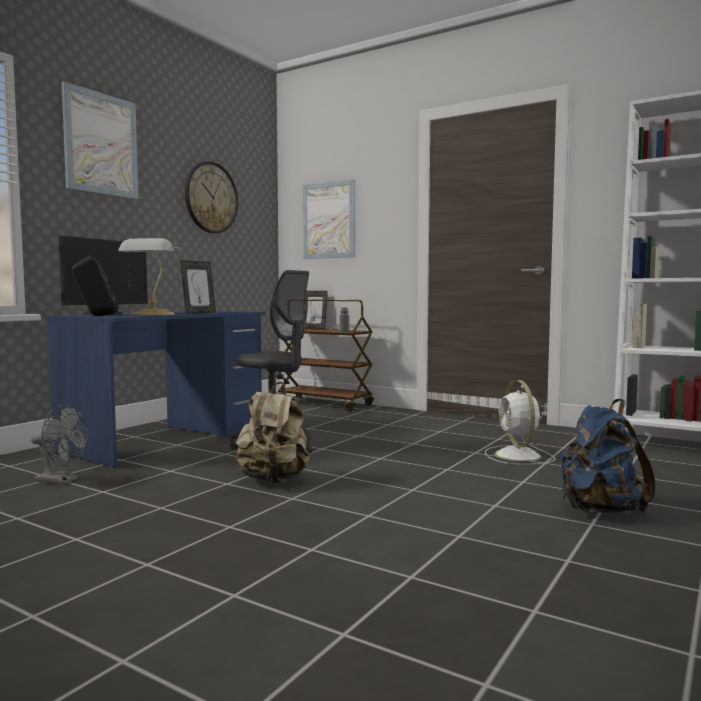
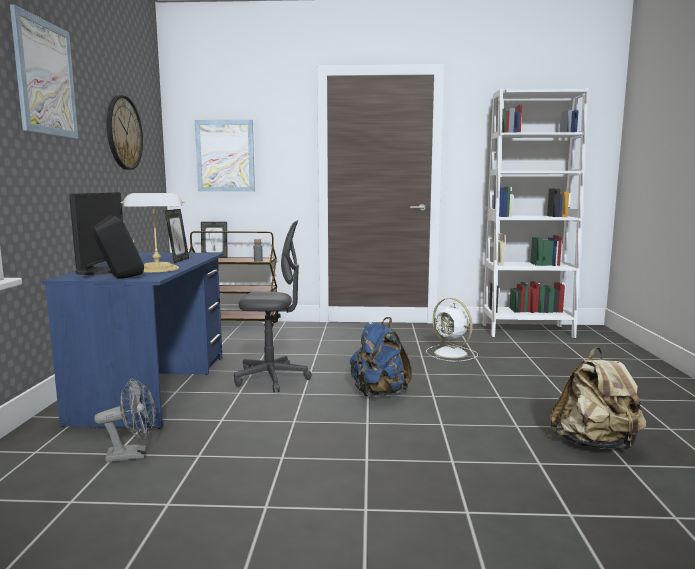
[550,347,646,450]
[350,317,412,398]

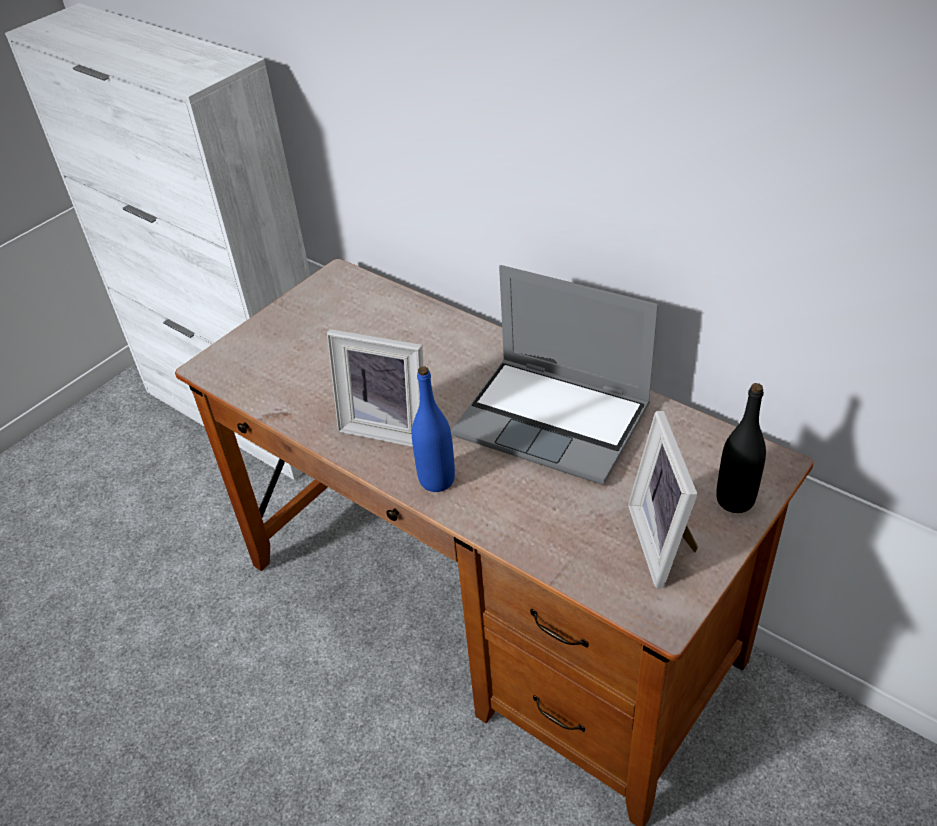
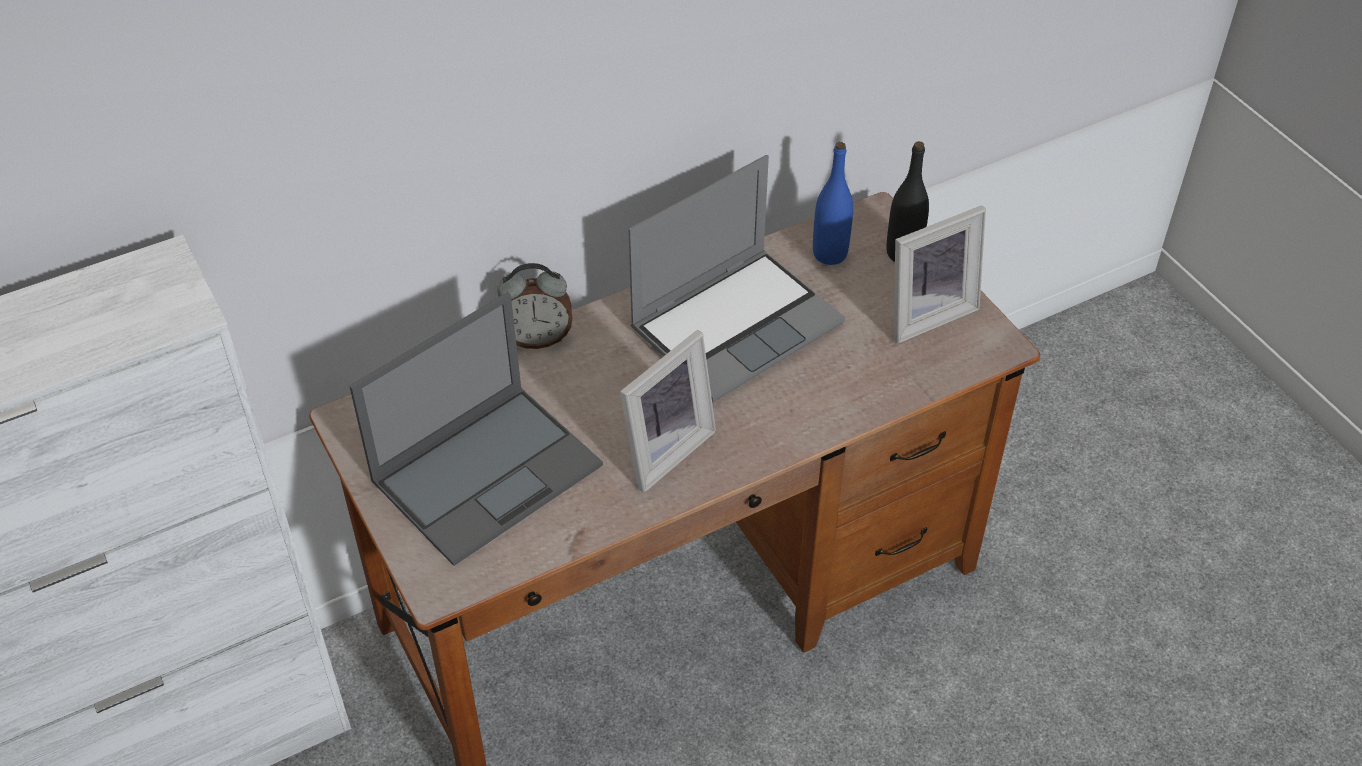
[813,142,853,265]
[893,205,986,343]
[349,292,603,566]
[497,263,573,349]

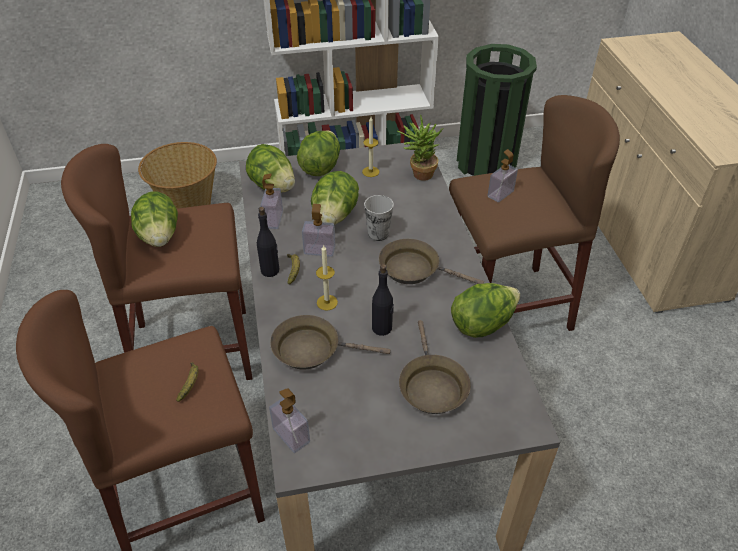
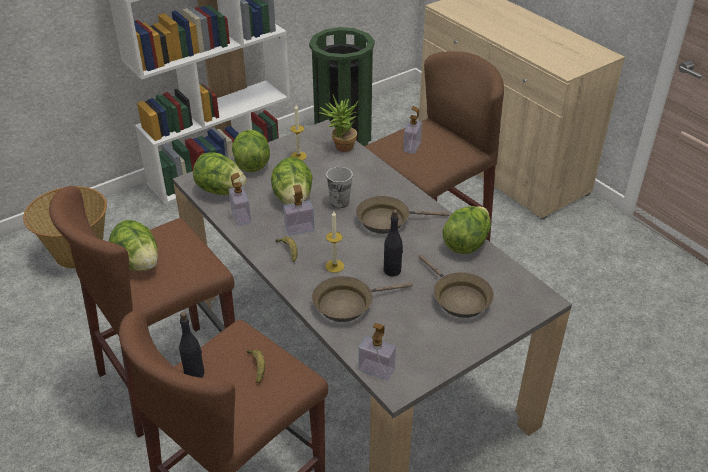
[179,312,205,378]

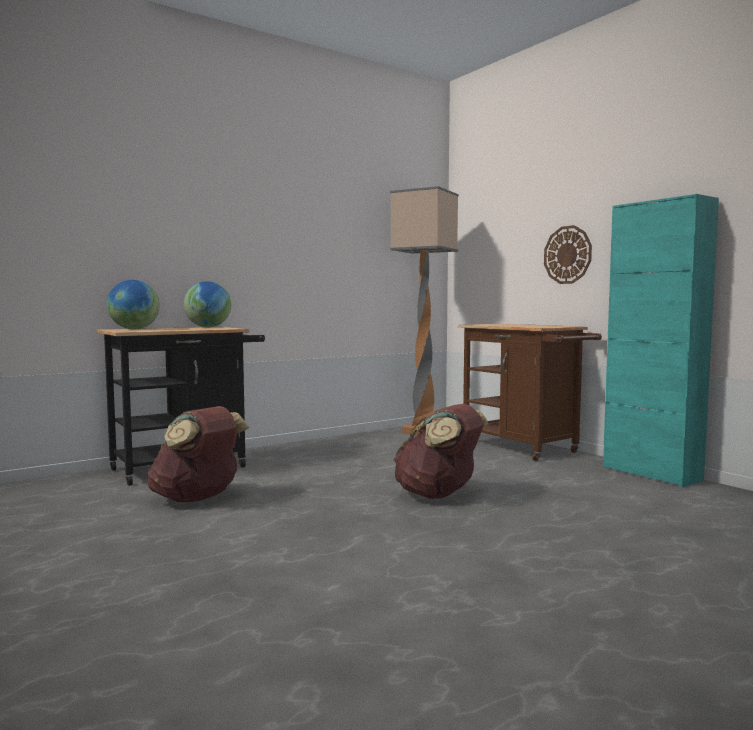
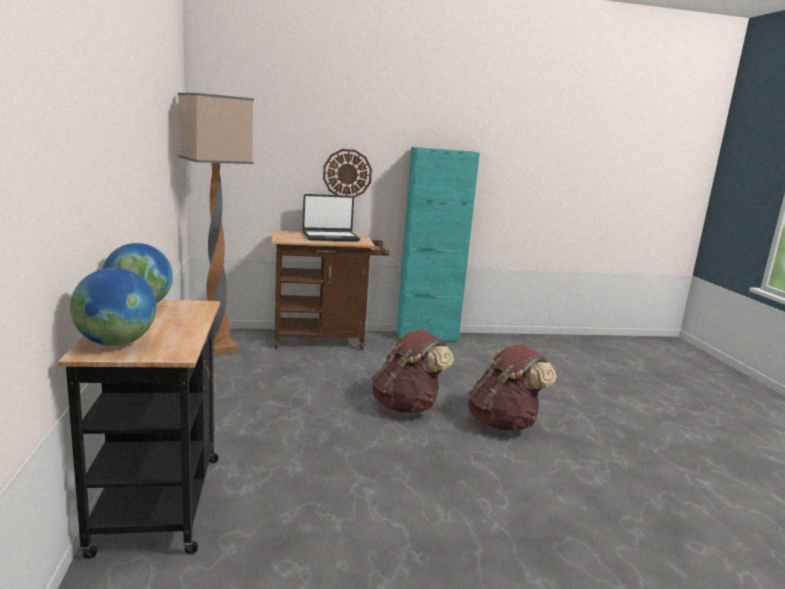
[468,344,557,430]
[302,194,360,241]

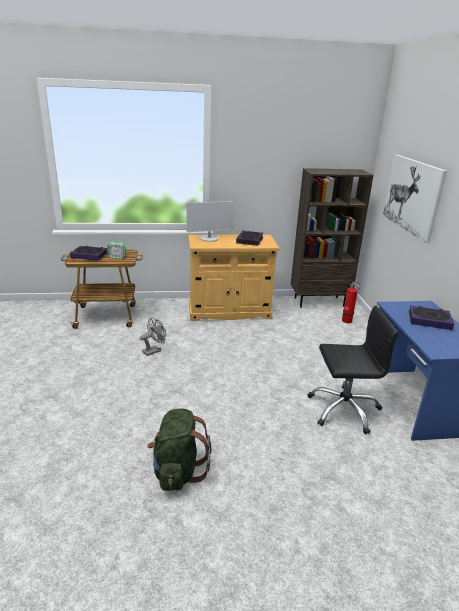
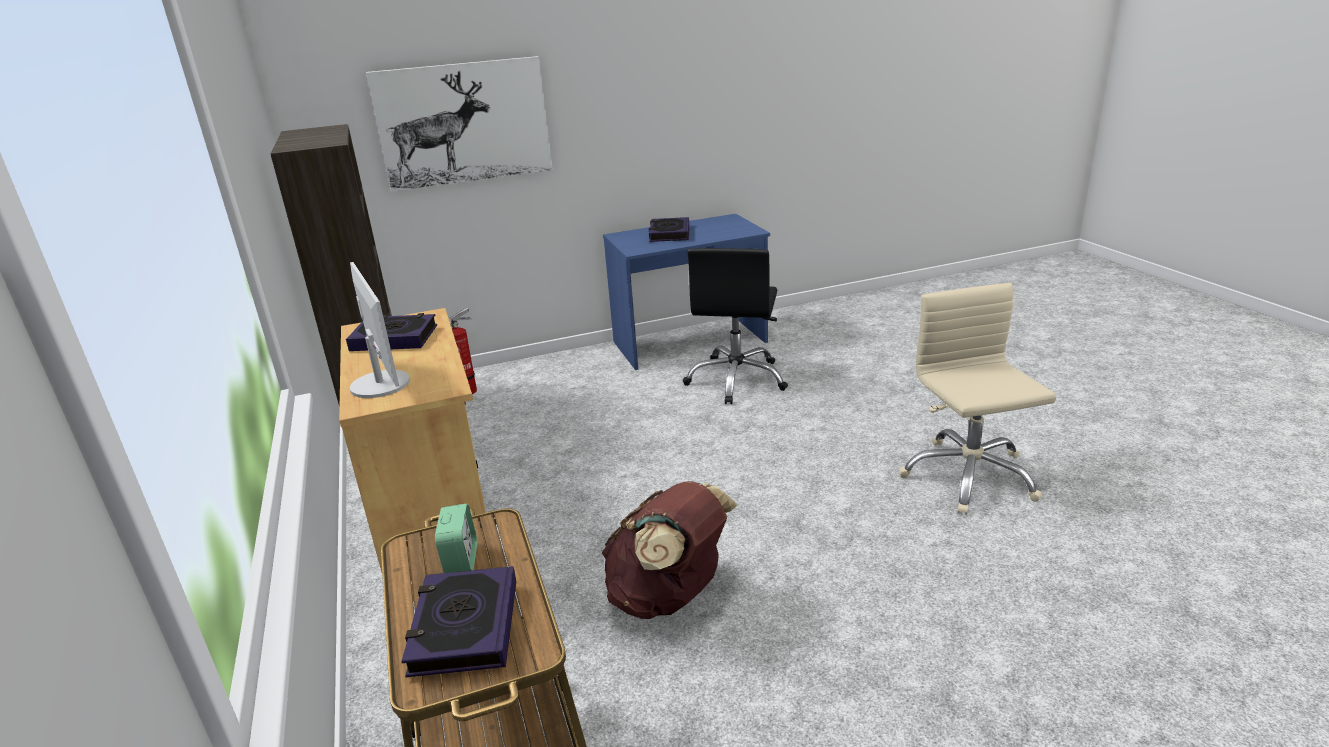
[602,481,737,619]
[899,283,1057,515]
[683,248,788,404]

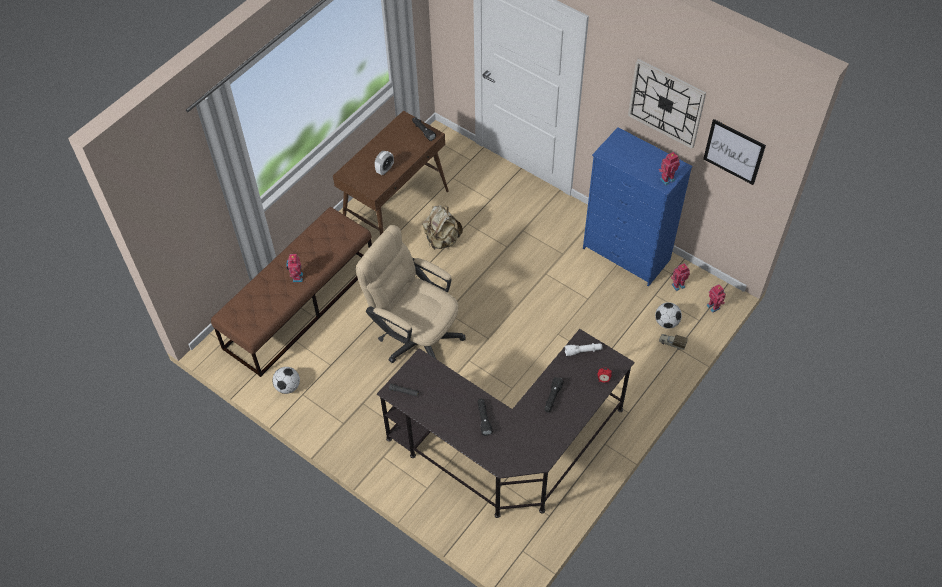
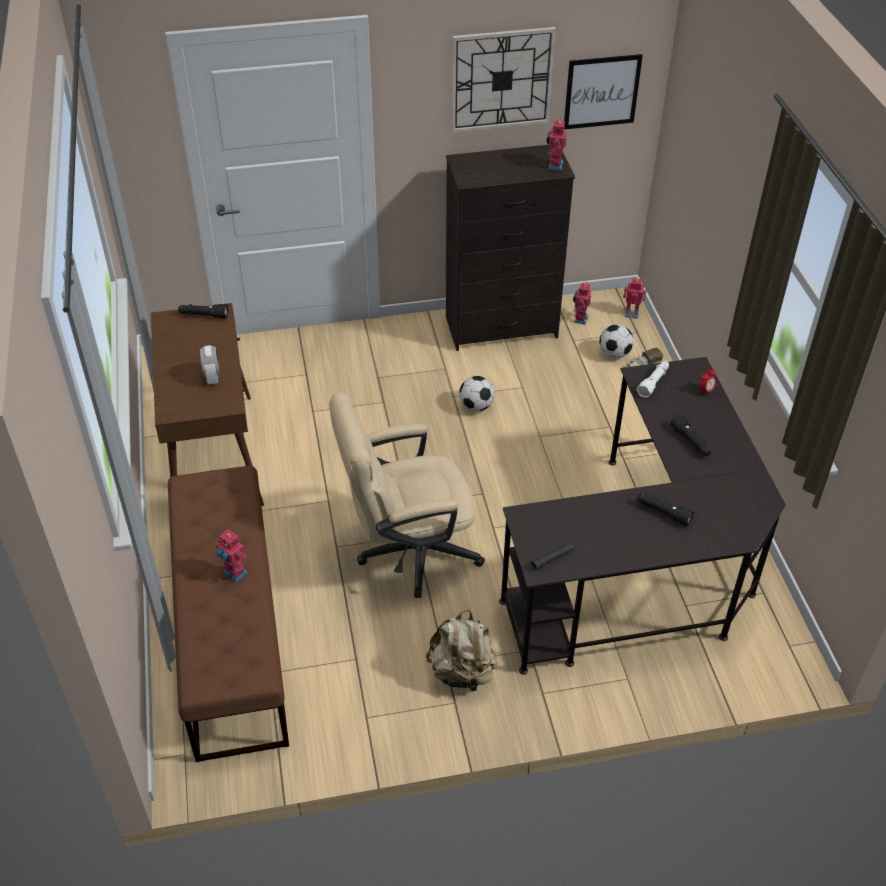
[459,376,495,411]
[426,610,497,694]
[446,145,575,351]

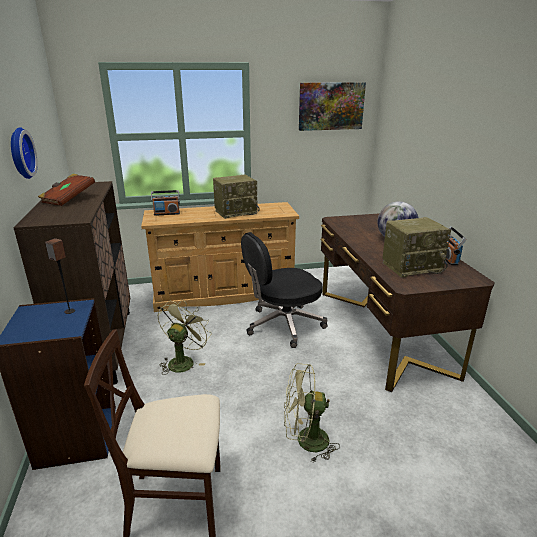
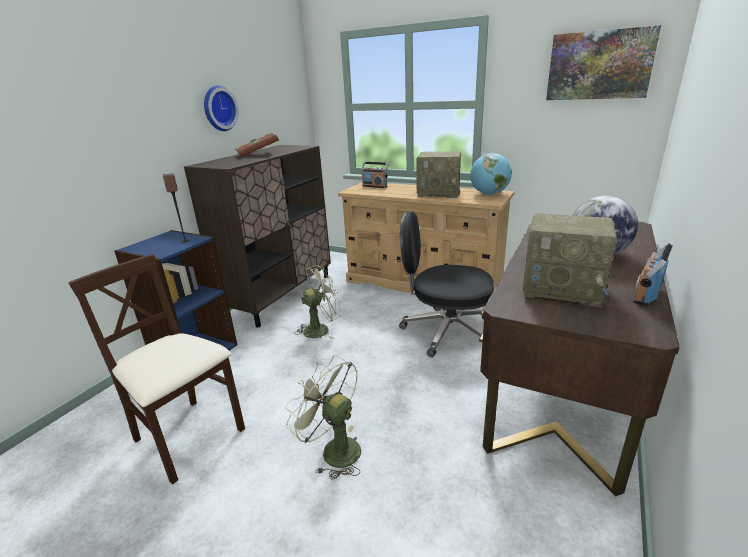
[470,153,512,195]

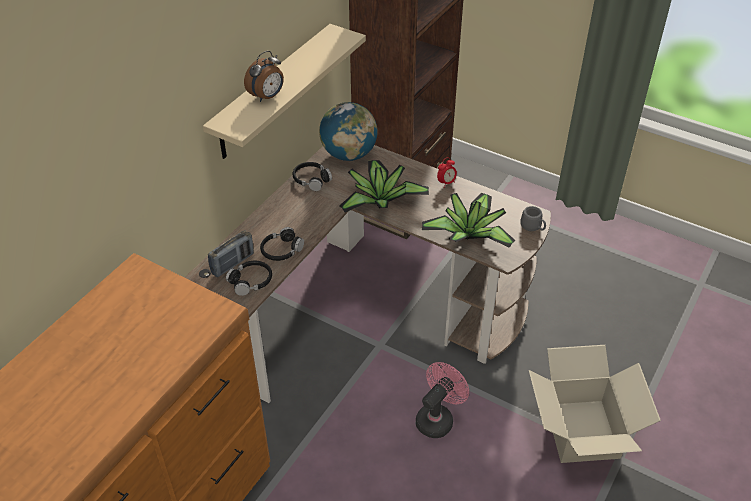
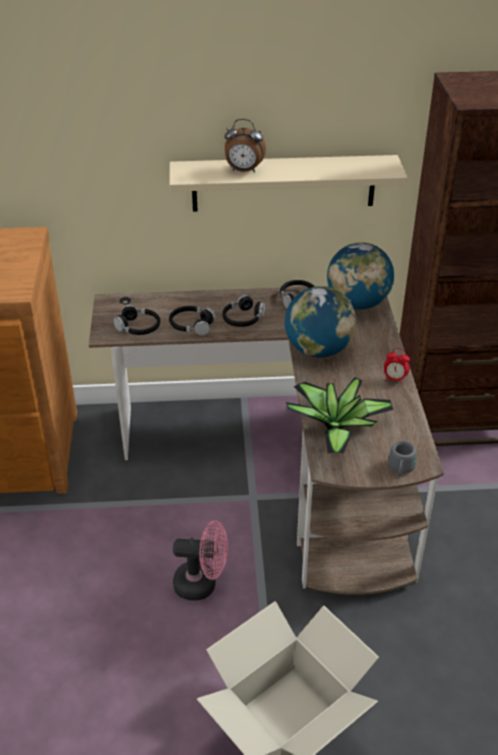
[208,230,254,278] (first image)
[285,286,356,358]
[222,295,265,327]

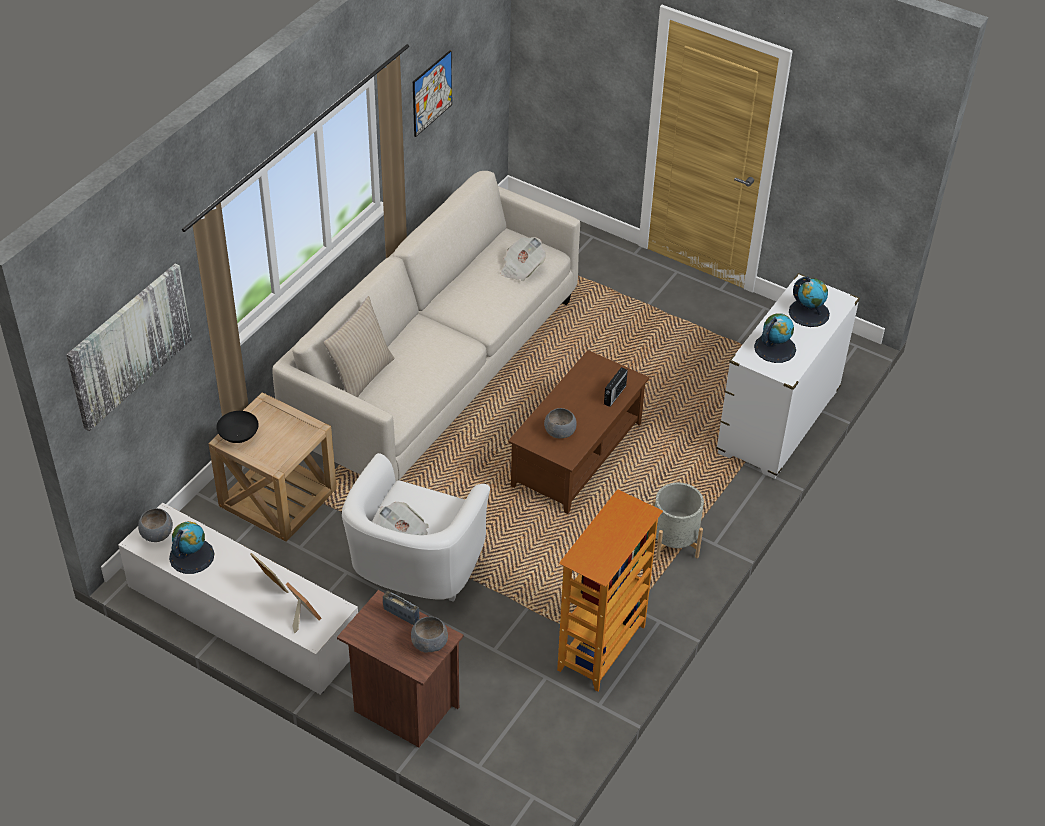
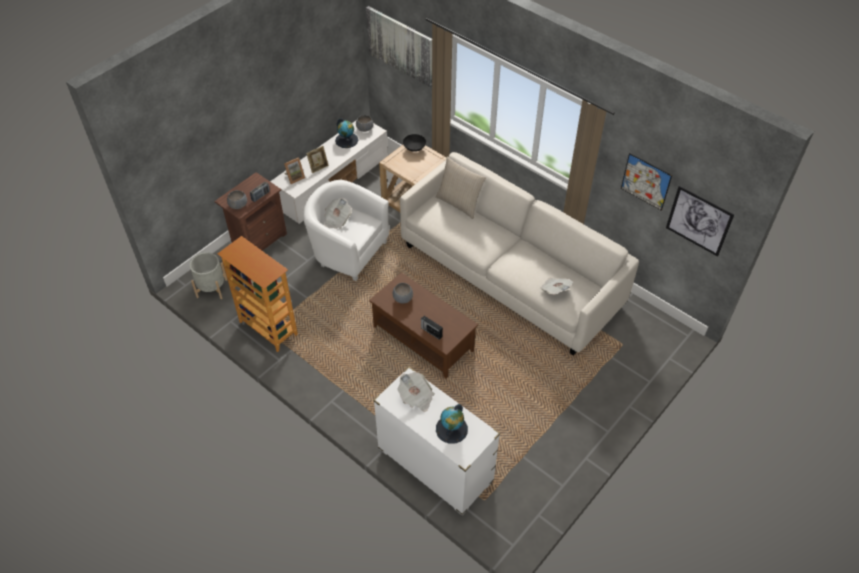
[190,252,227,299]
[397,372,435,412]
[666,186,734,257]

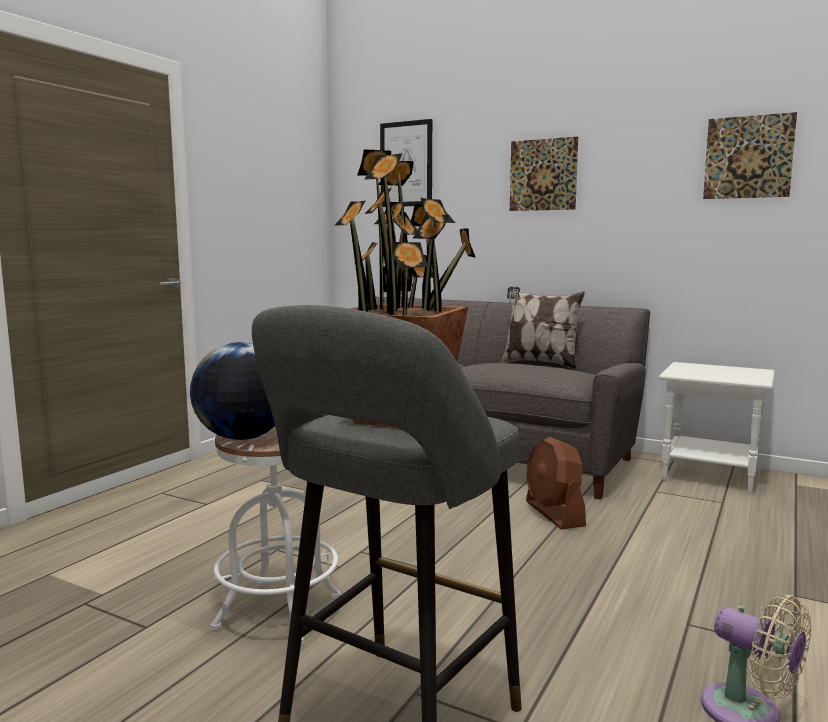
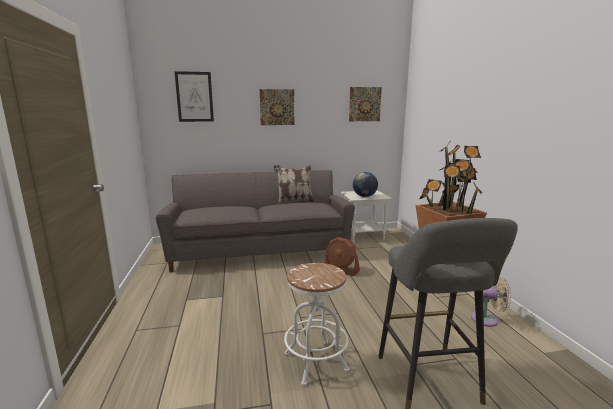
[353,172,378,197]

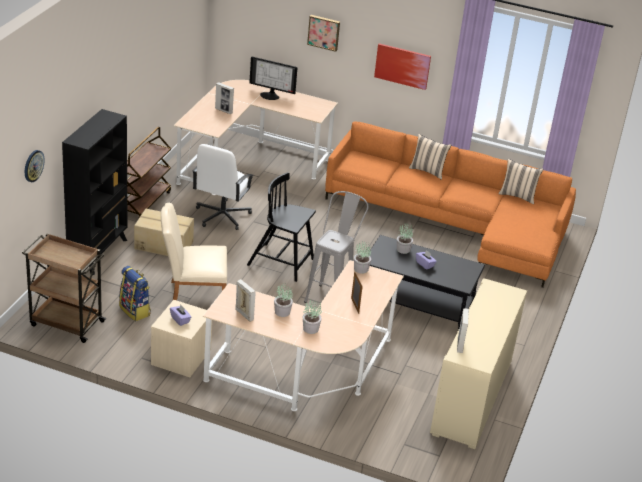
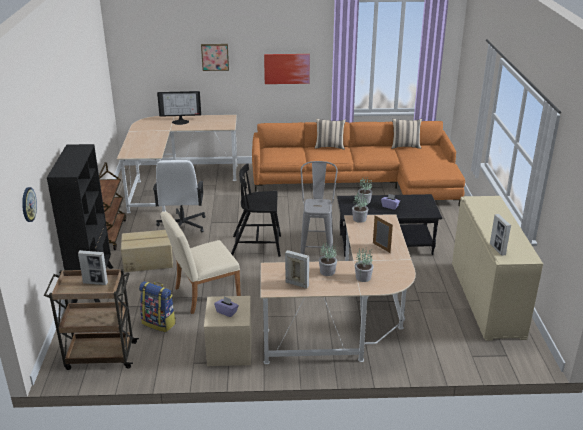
[78,250,108,285]

